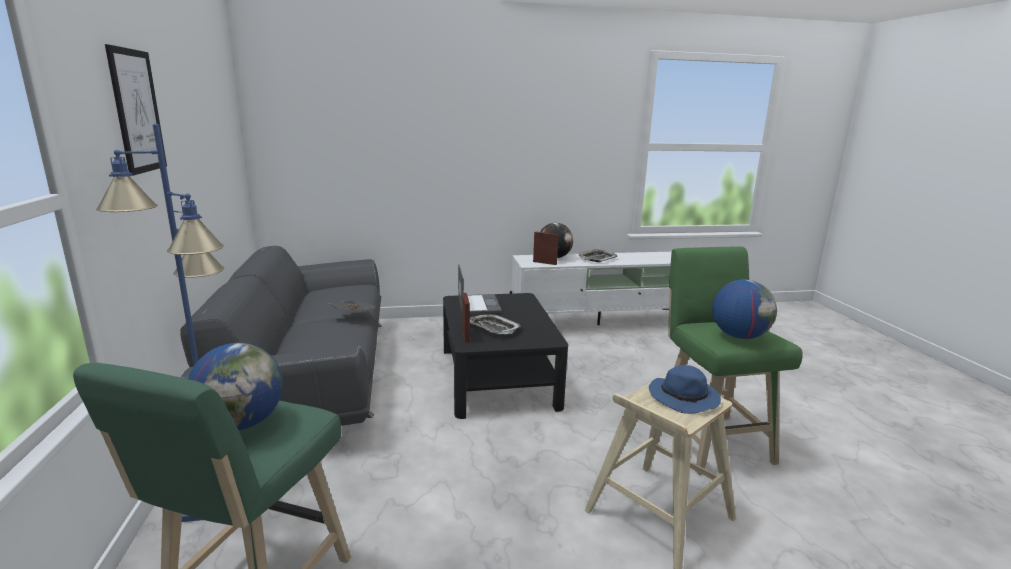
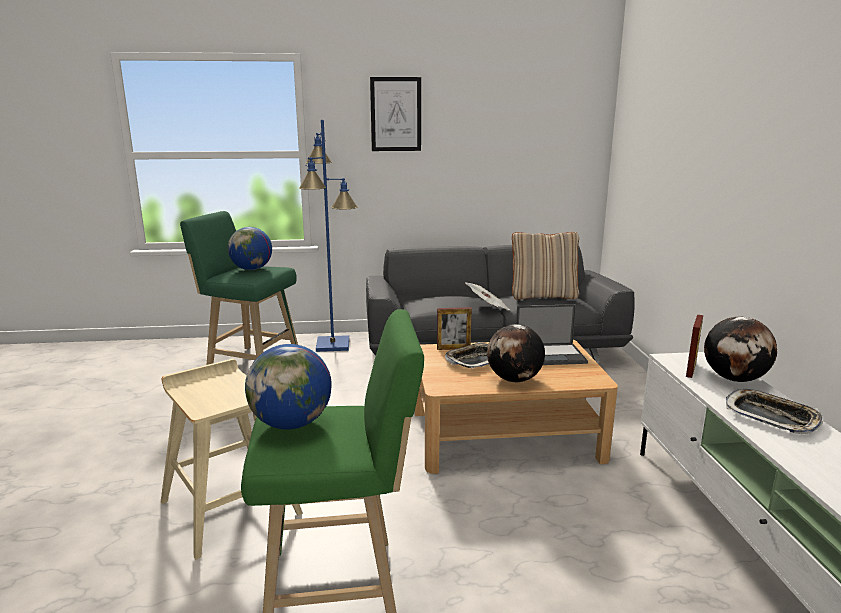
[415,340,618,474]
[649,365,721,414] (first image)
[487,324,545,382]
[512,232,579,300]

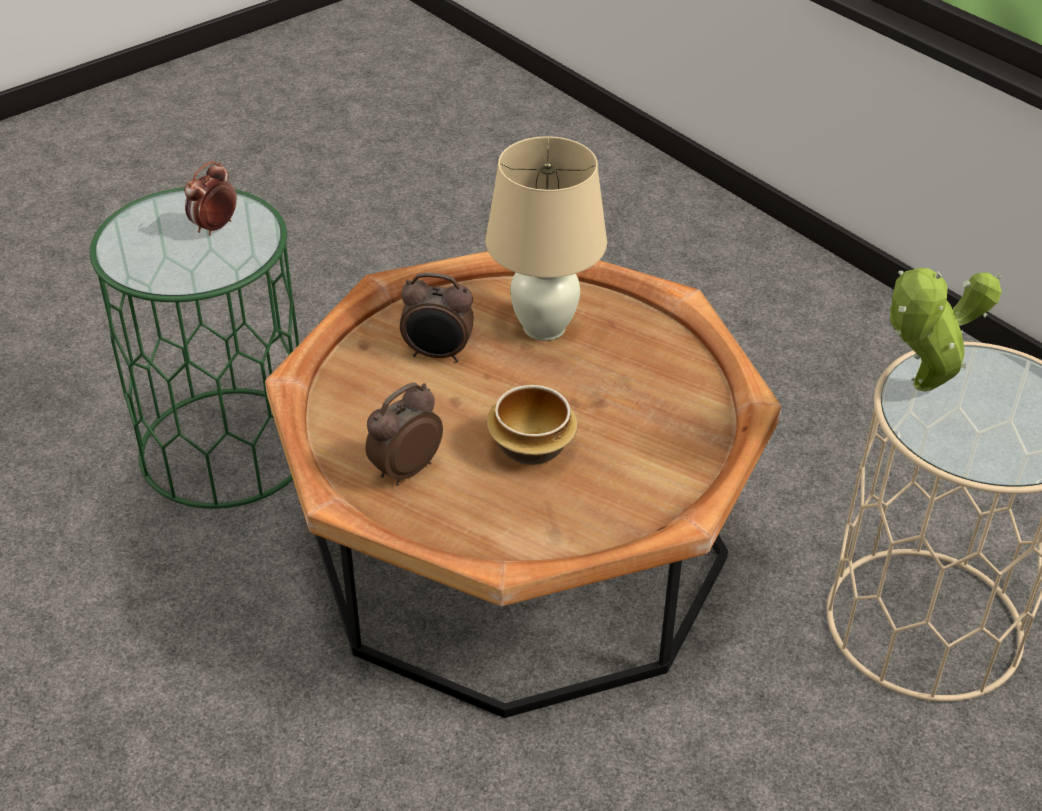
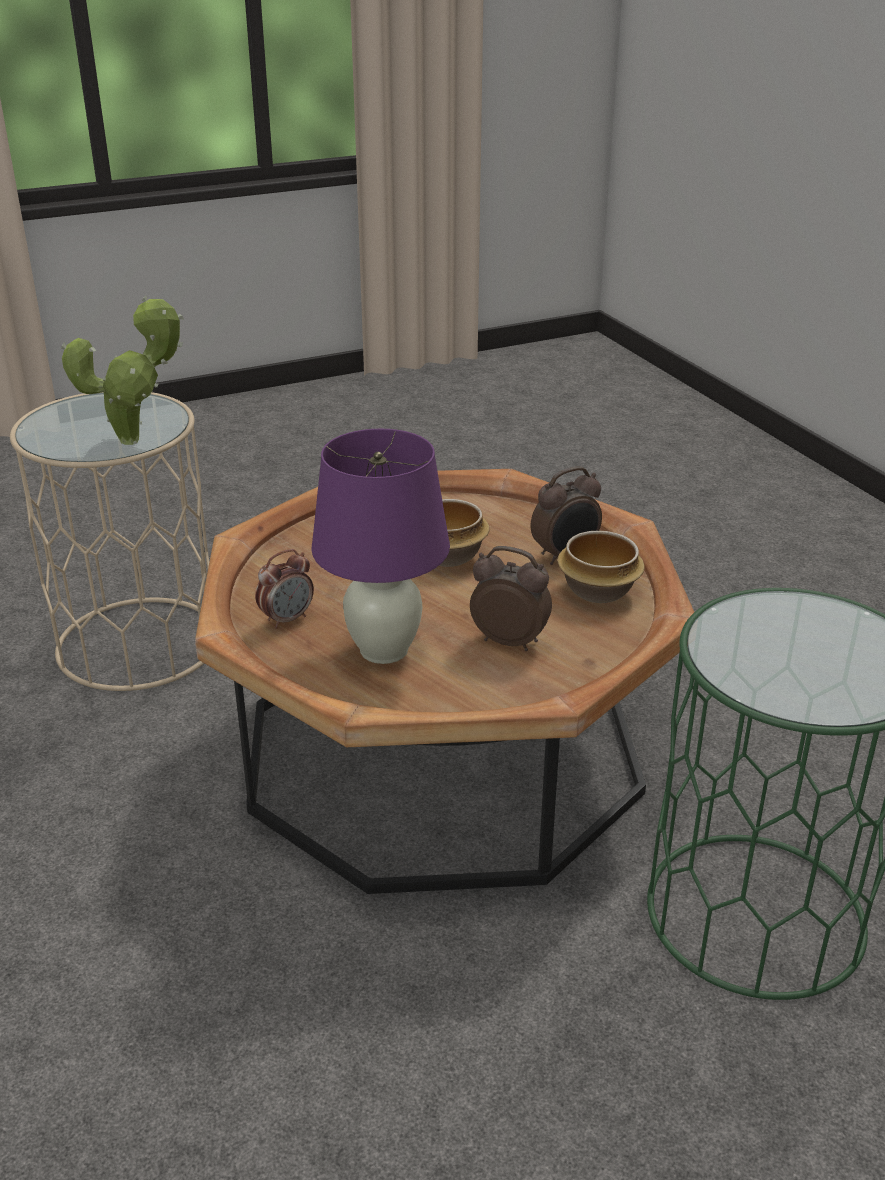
[255,549,314,629]
[312,429,450,664]
[557,531,645,603]

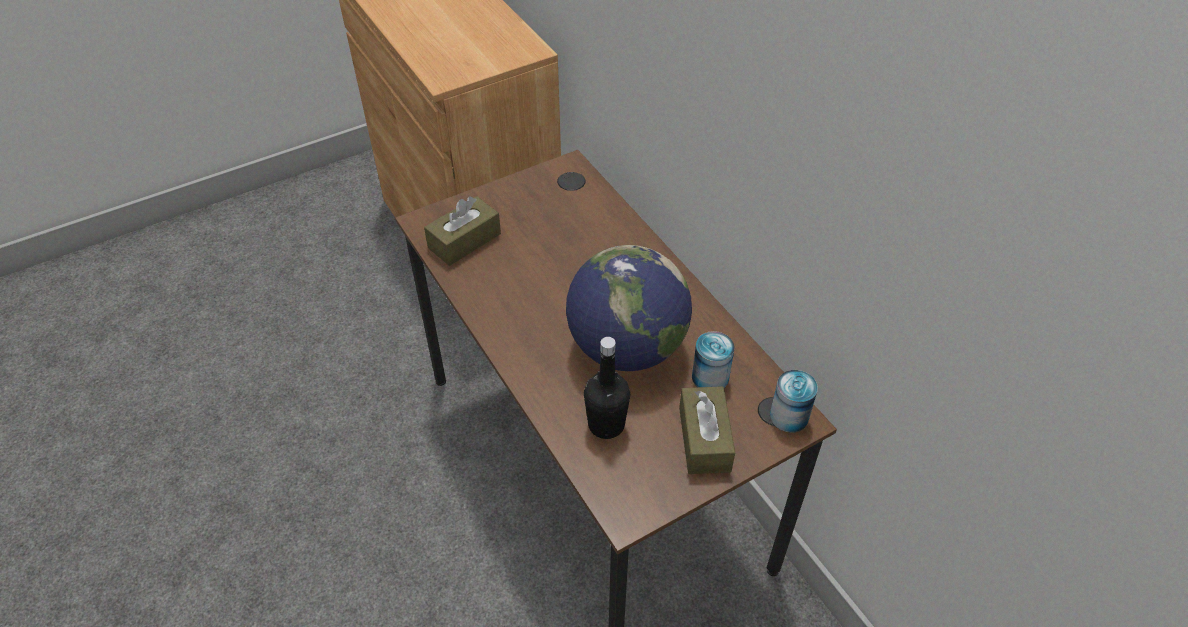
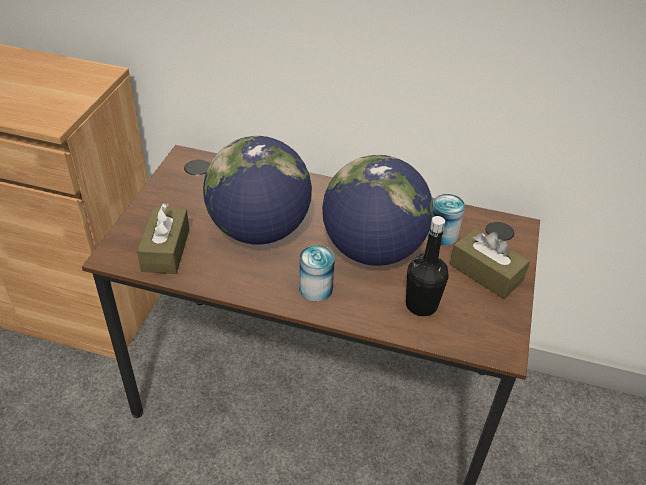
[299,245,335,302]
[203,136,312,245]

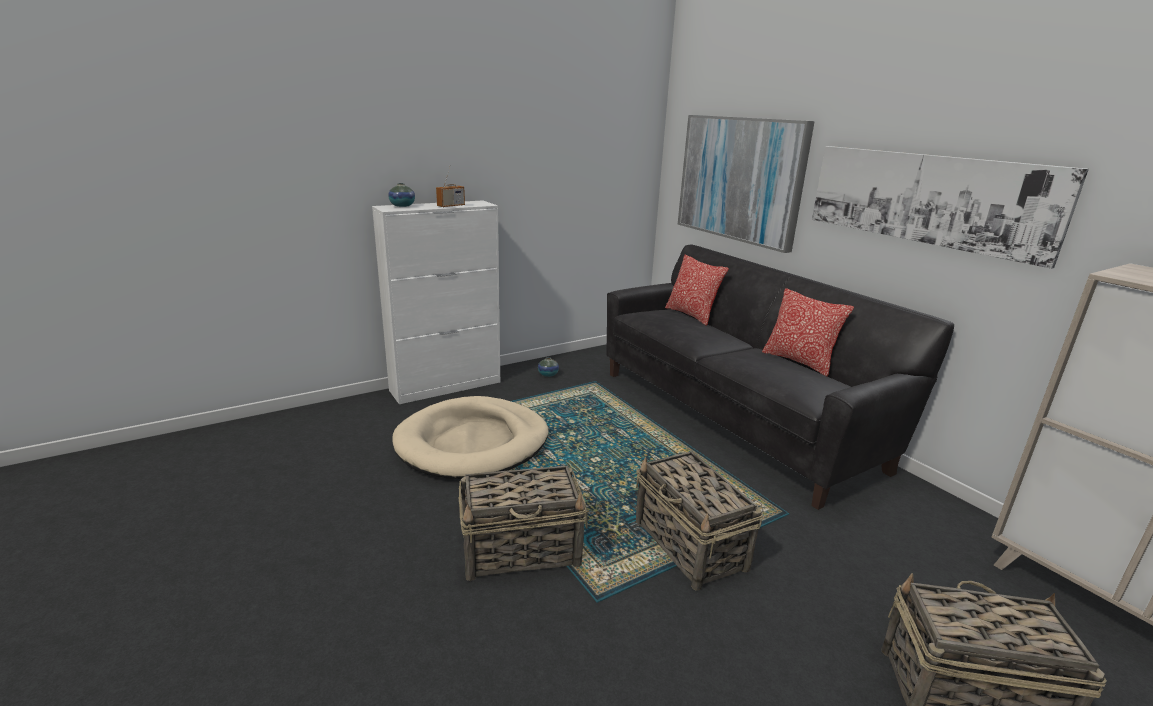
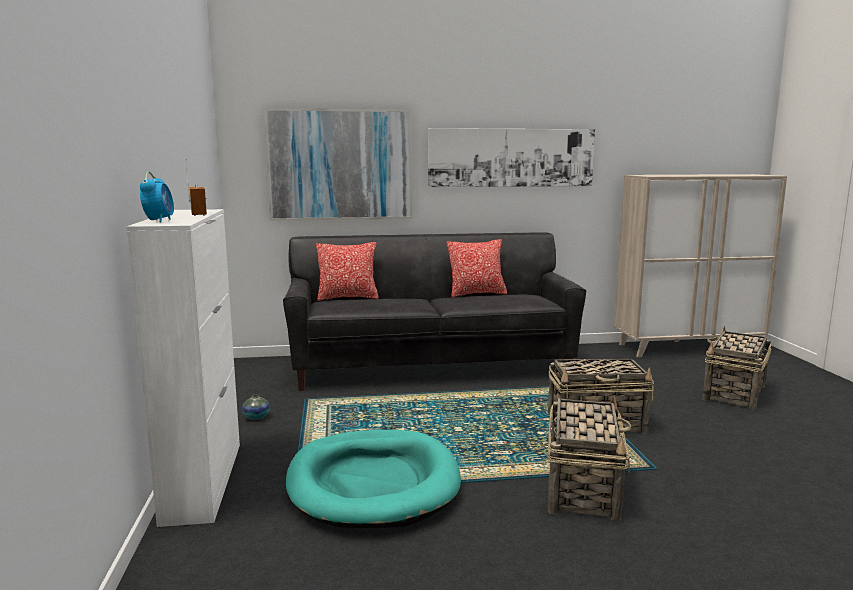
[140,171,174,223]
[286,430,461,528]

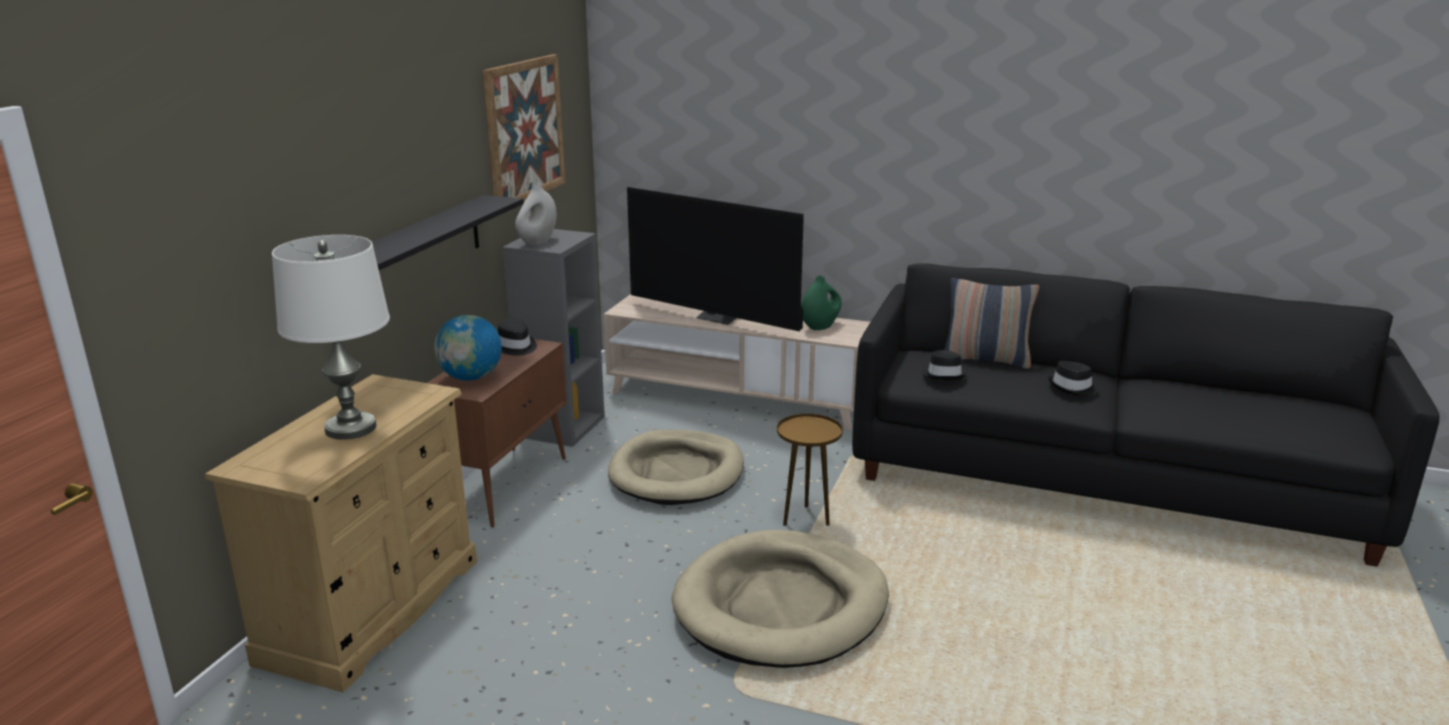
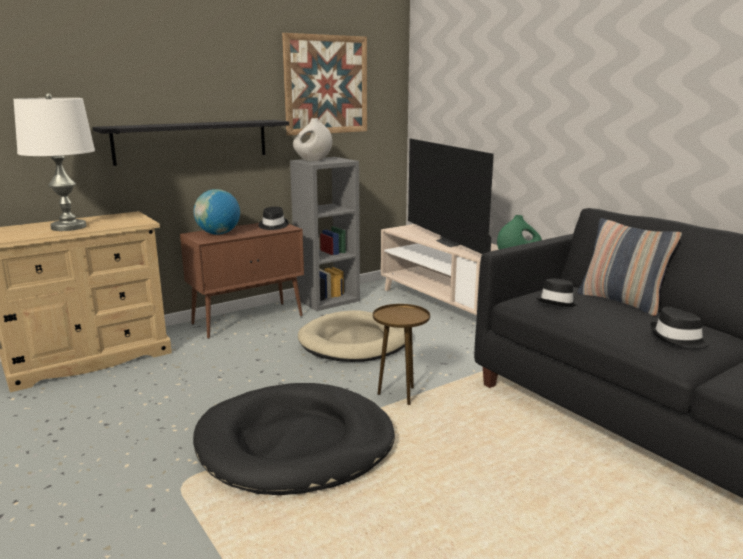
[193,383,395,495]

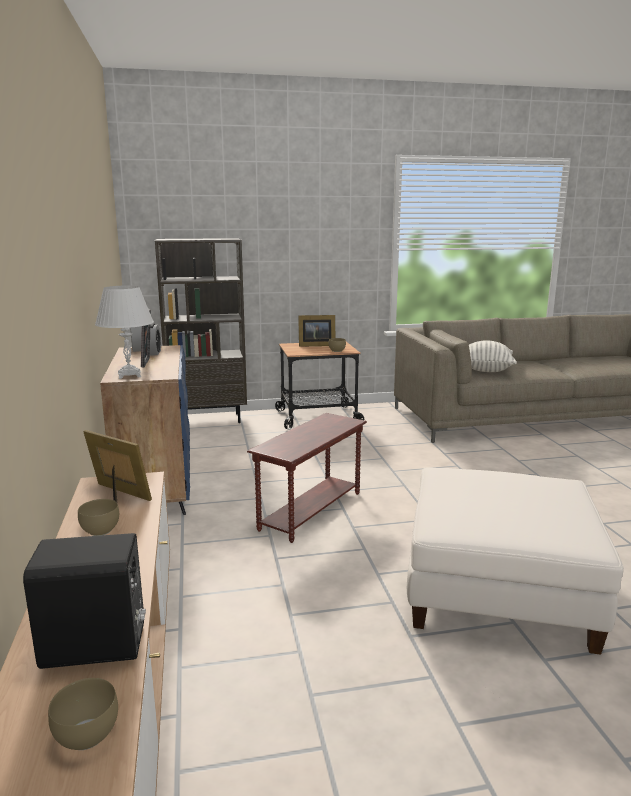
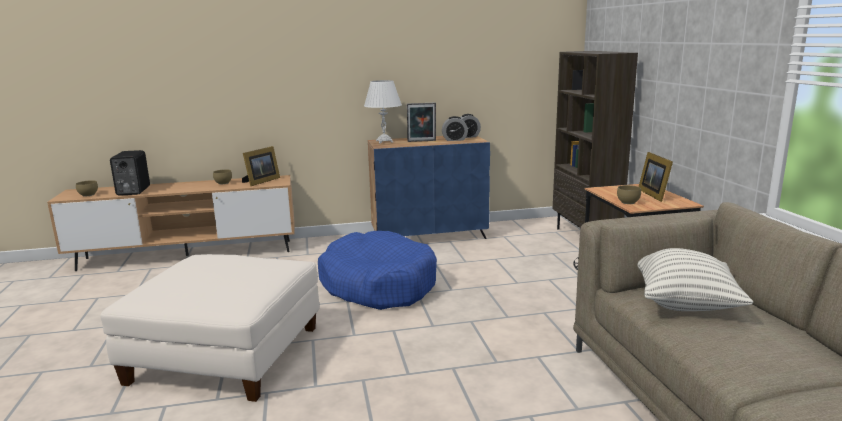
[318,231,437,310]

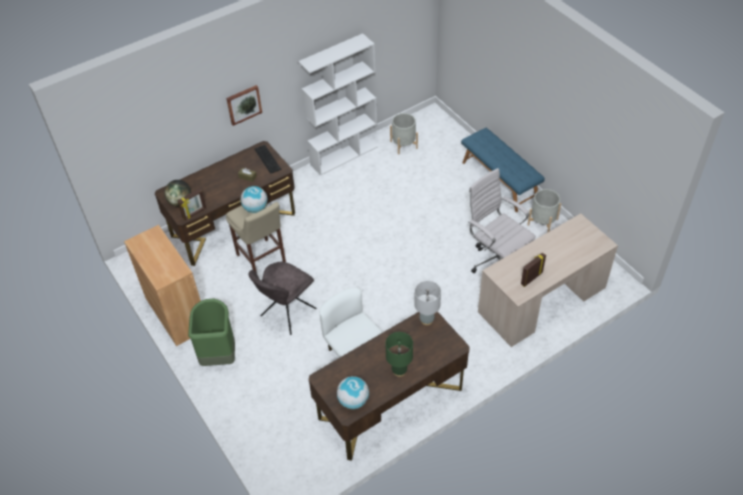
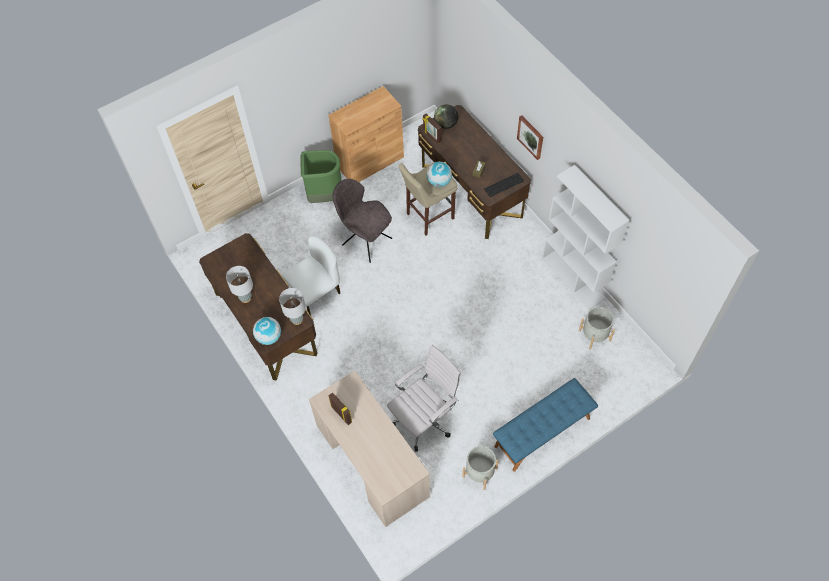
[253,317,281,345]
[226,266,253,303]

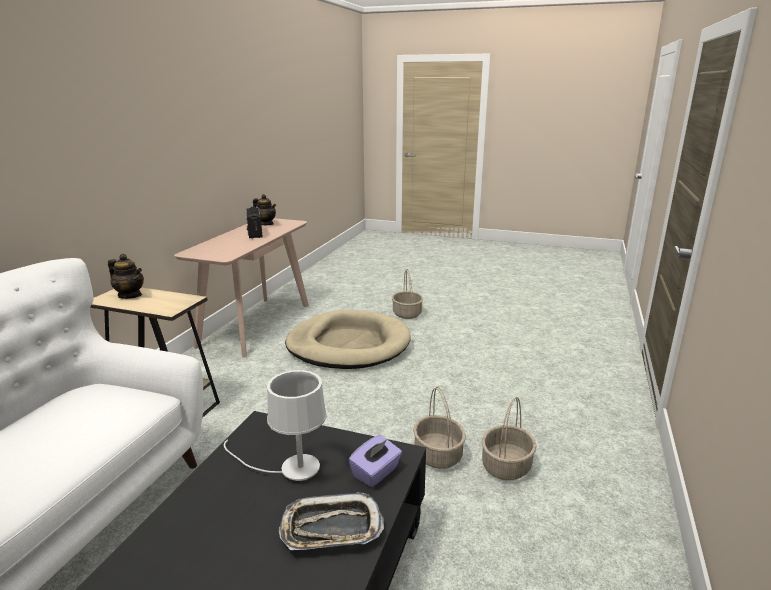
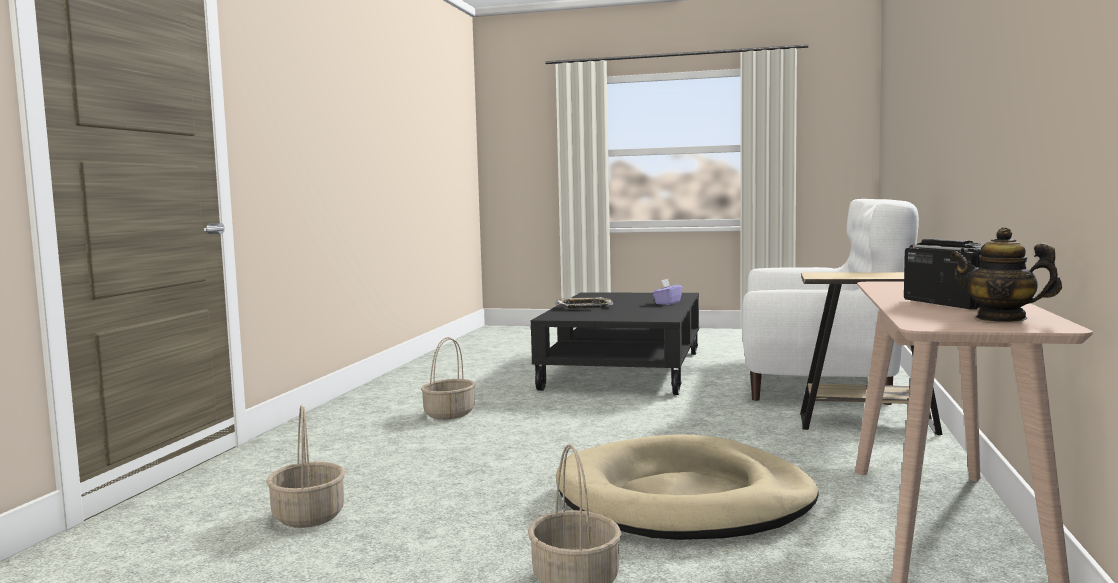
[108,254,144,299] (first image)
[224,370,327,481] (first image)
[652,279,683,305]
[266,405,345,528]

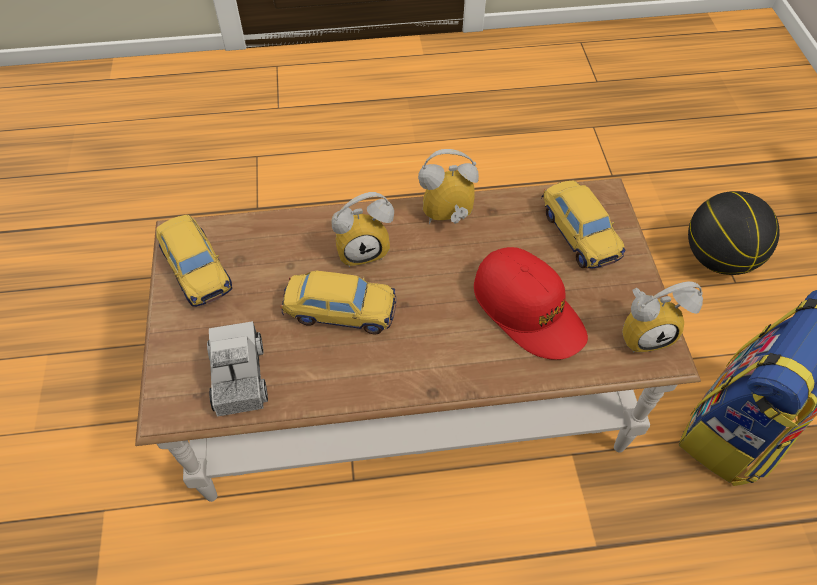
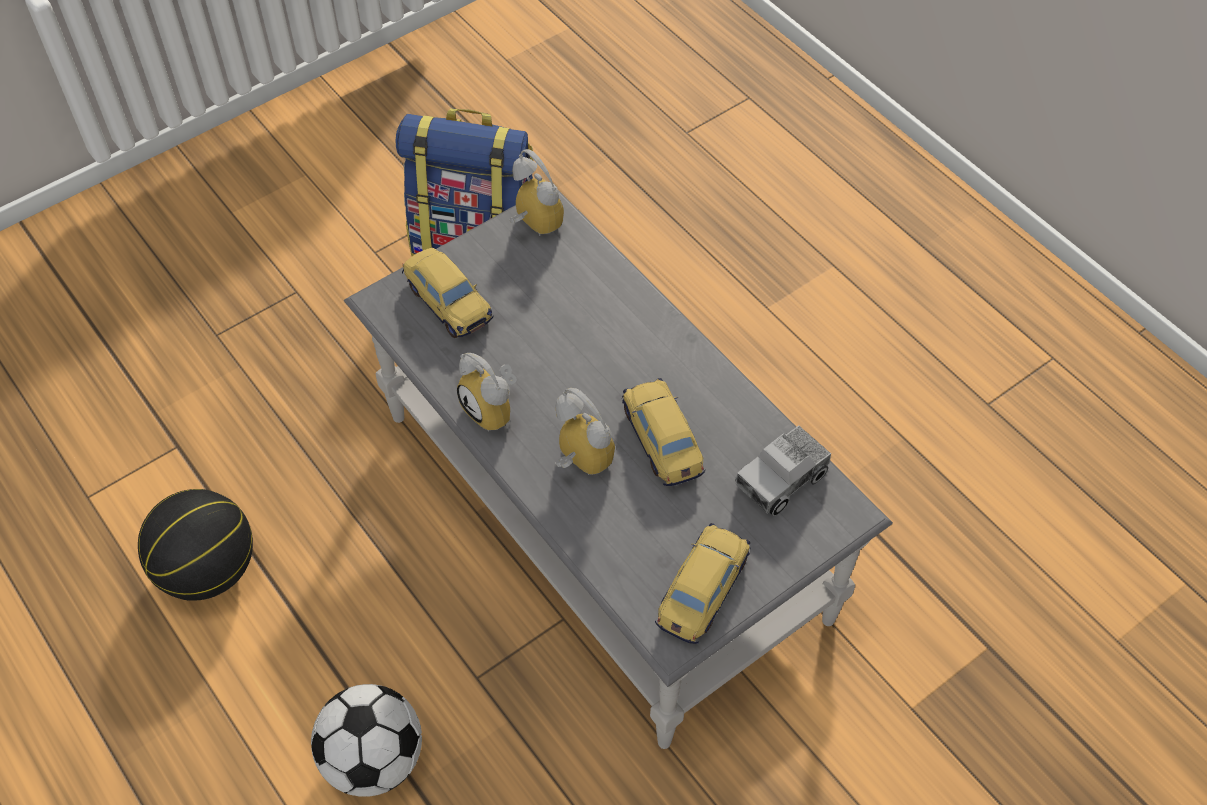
[344,190,893,749]
[474,247,588,360] (first image)
[402,248,493,338]
[138,489,253,601]
[311,684,422,797]

